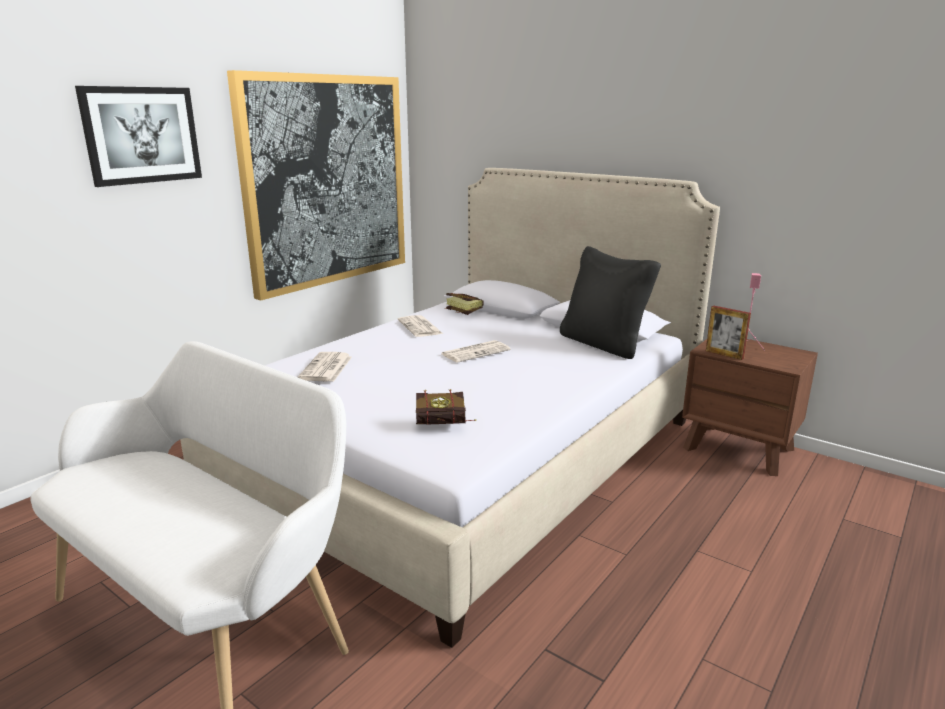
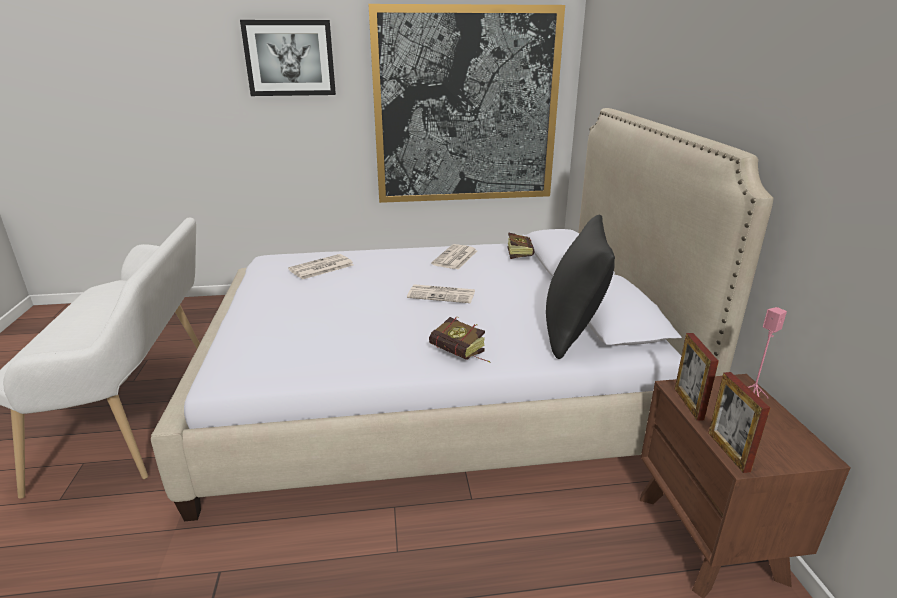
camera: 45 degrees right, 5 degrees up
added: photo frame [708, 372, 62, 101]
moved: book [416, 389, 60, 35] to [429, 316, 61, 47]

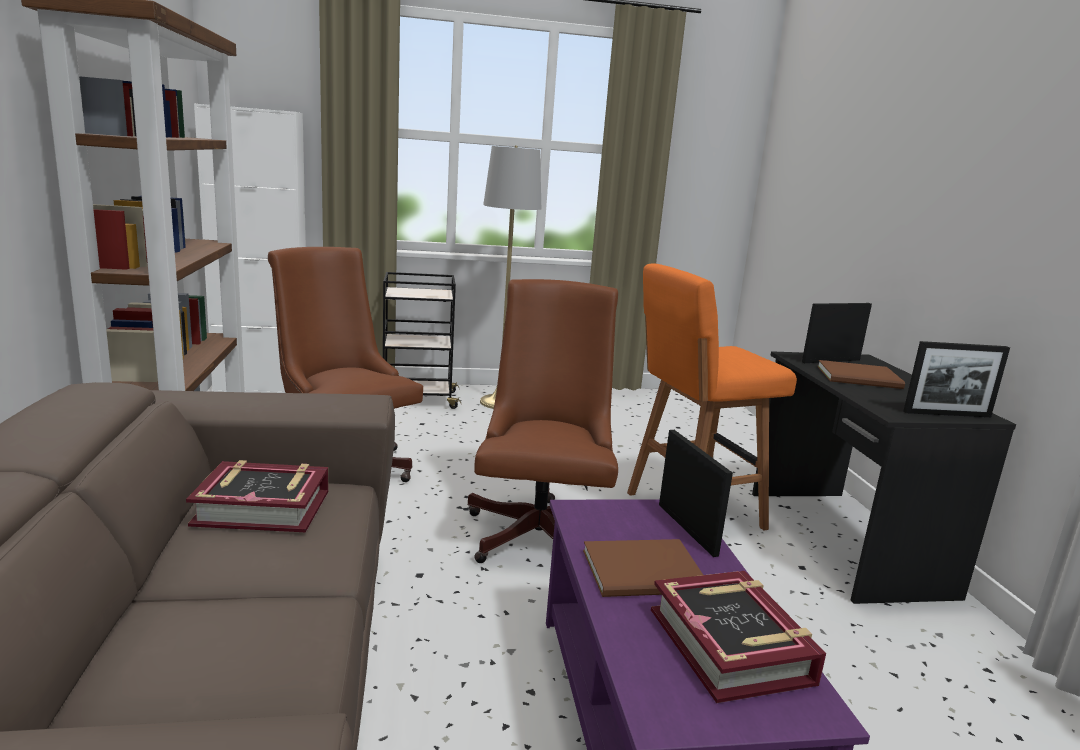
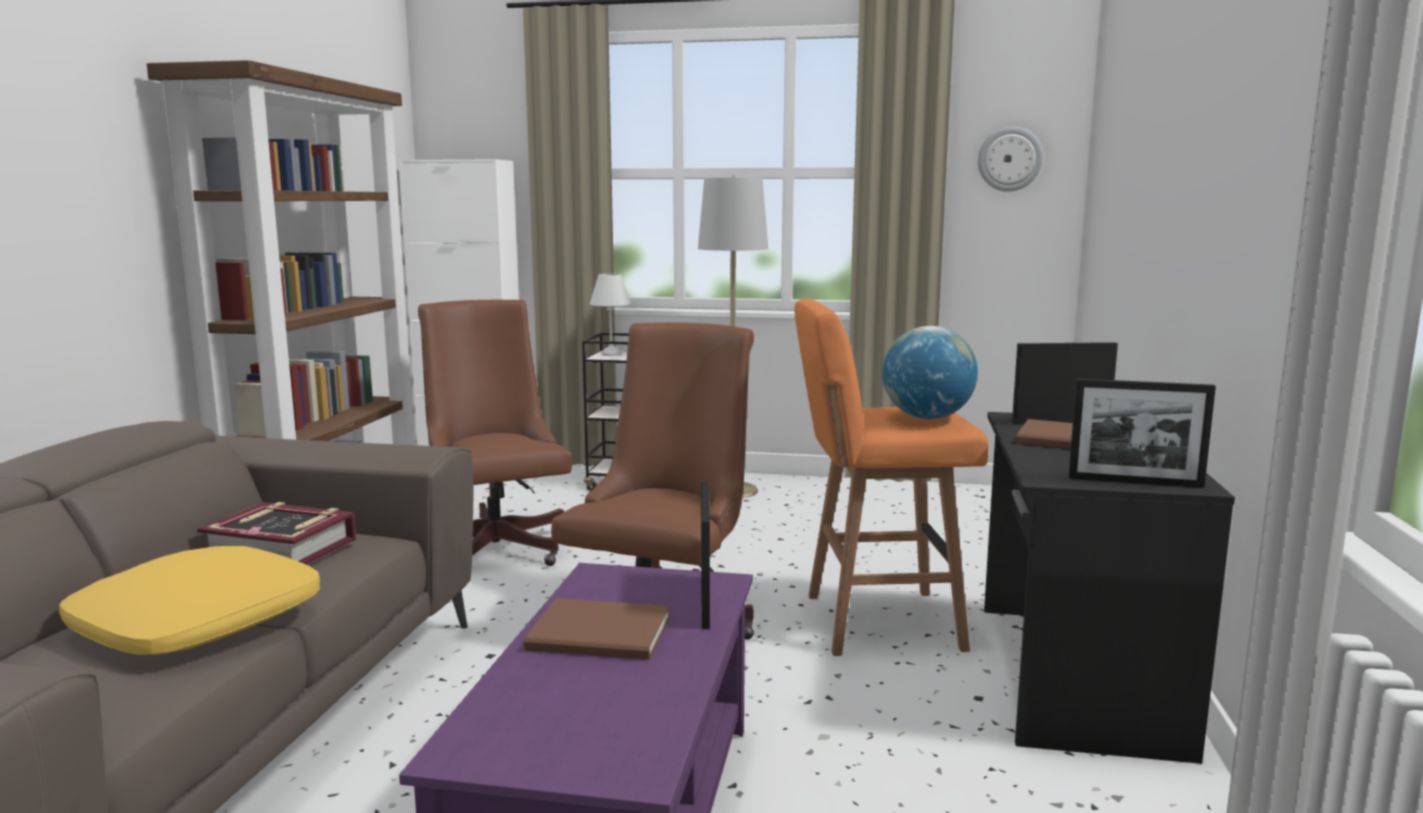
camera: 20 degrees right, 5 degrees down
removed: book [651, 571, 175, 132]
added: yellow throw pillow [59, 546, 261, 109]; white-coloured table lamp [590, 274, 41, 82]; desk globe [882, 326, 96, 93]; wall clock [978, 127, 65, 64]

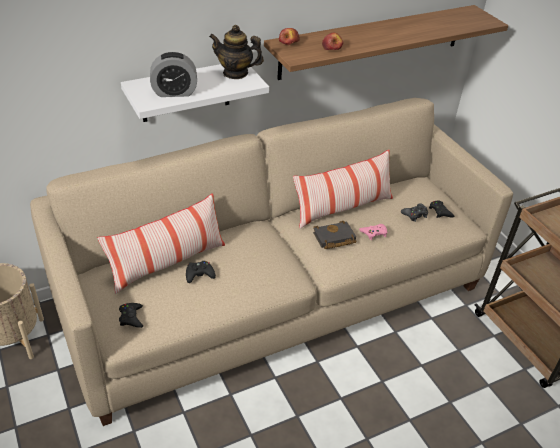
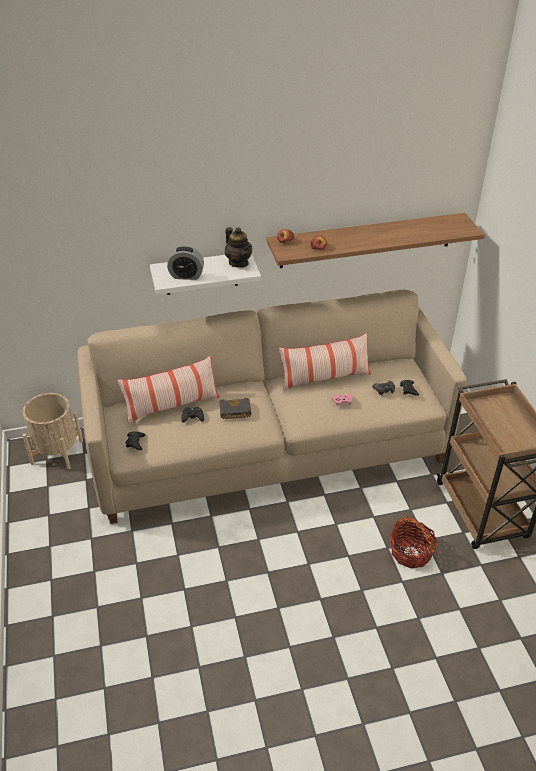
camera: 15 degrees right, 0 degrees up
added: storage basket [390, 516, 48, 53]
moved: black book [313, 221, 43, 28] to [219, 398, 32, 21]
turned: teapot [209, 25, 55, 54] = [225, 227, 27, 41] 150 degrees counterclockwise

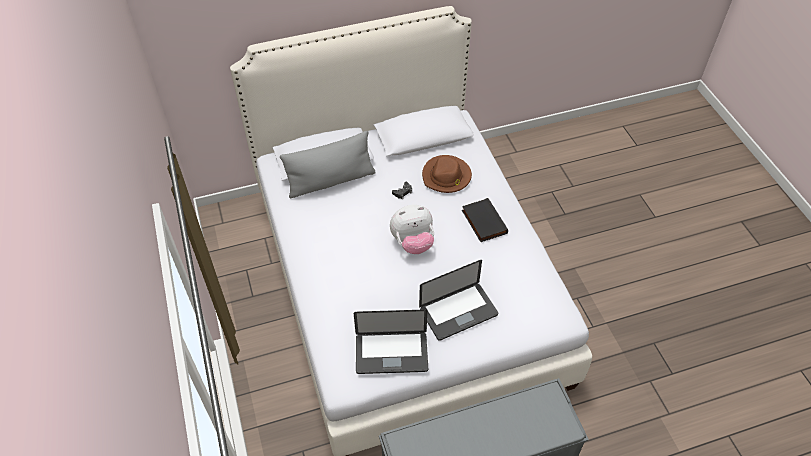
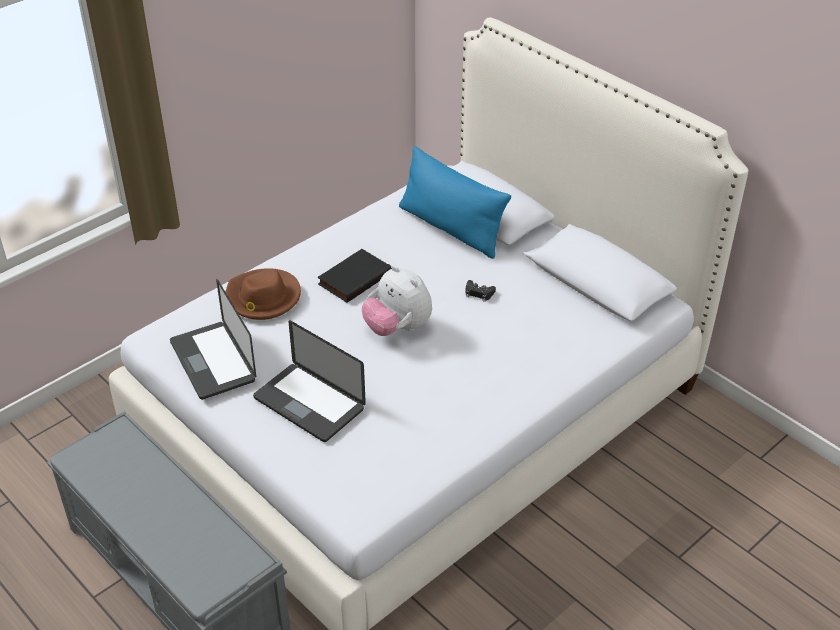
camera: 65 degrees right, 10 degrees down
moved: brown hat [422, 155, 50, 38] to [226, 268, 75, 52]; black book [462, 198, 46, 44] to [318, 249, 74, 54]
recoloured: grey throw pillow [280, 131, 96, 67] to blue throw pillow [399, 146, 112, 113]

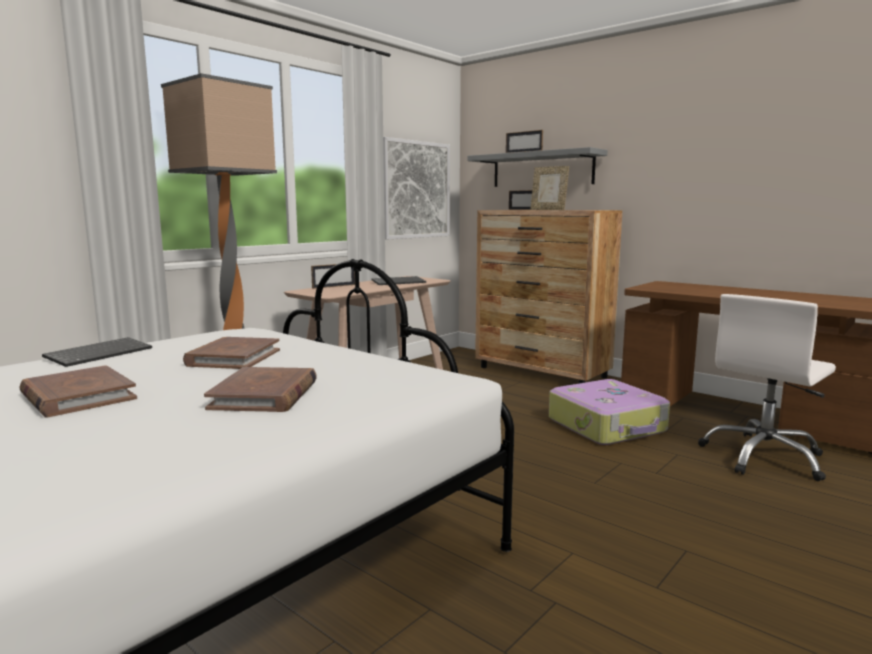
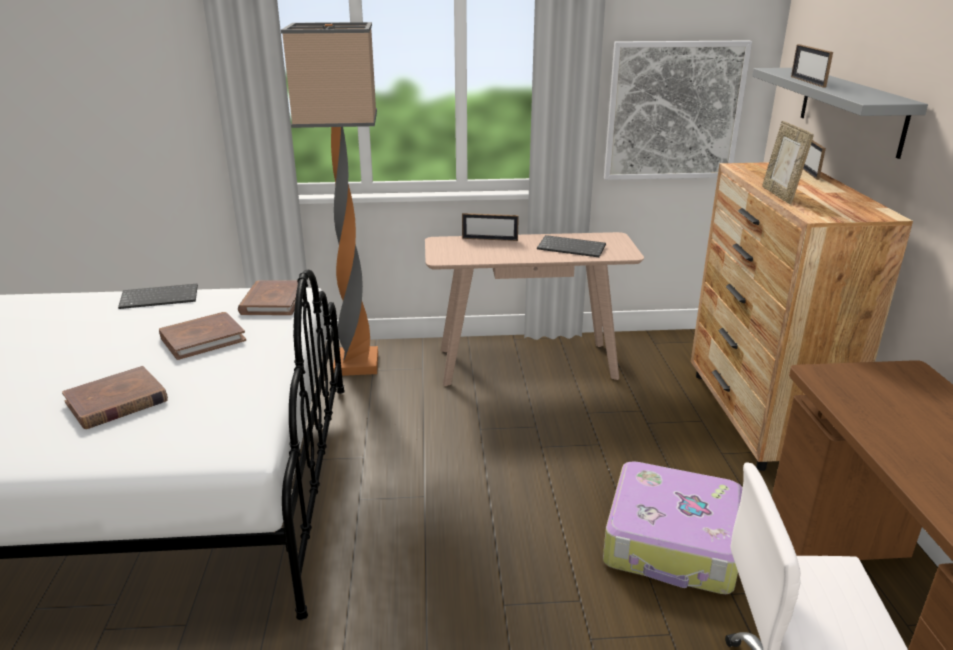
camera: 45 degrees right, 15 degrees up
moved: brown book [19, 365, 118, 53] to [238, 280, 60, 35]

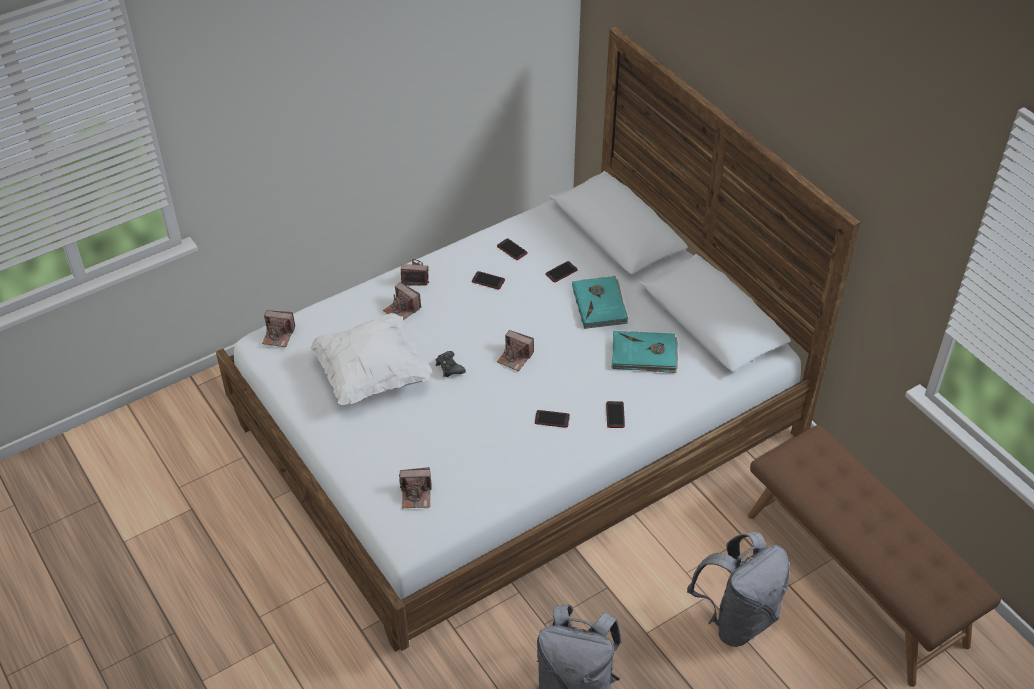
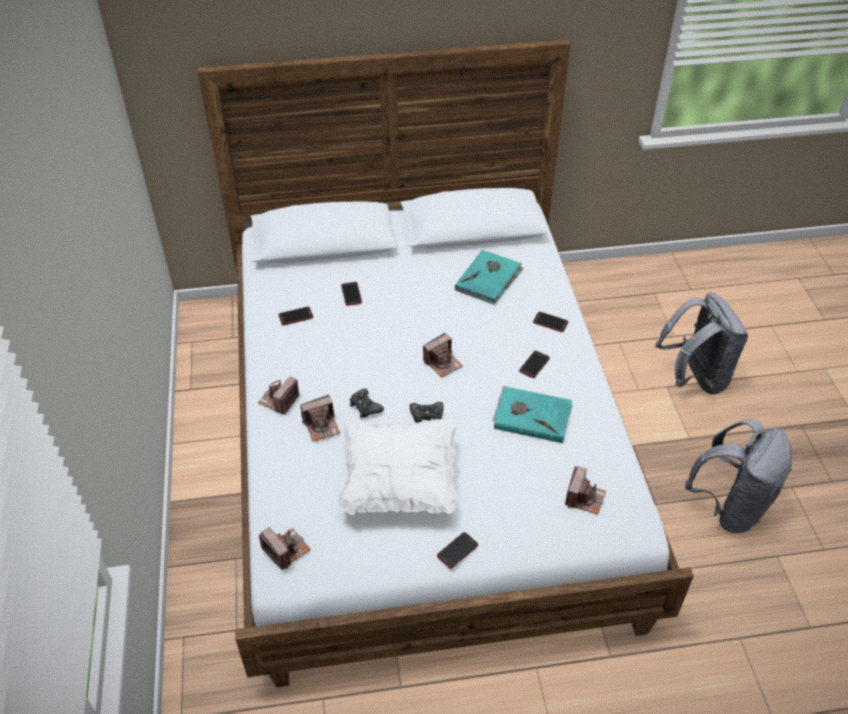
camera: 65 degrees left, 0 degrees up
removed: brown long seat [748, 425, 253, 262]
added: black game controller [350, 389, 34, 29]
moved: phone [472, 271, 33, 19] to [437, 532, 41, 37]; turquoise-coloured book [572, 276, 56, 53] to [493, 386, 80, 57]
turned: still camera [262, 310, 33, 37] = [259, 527, 52, 43] 75 degrees counterclockwise

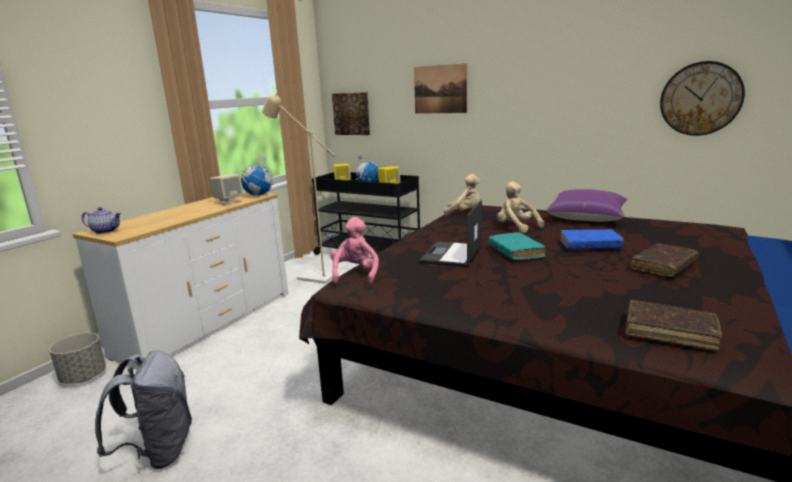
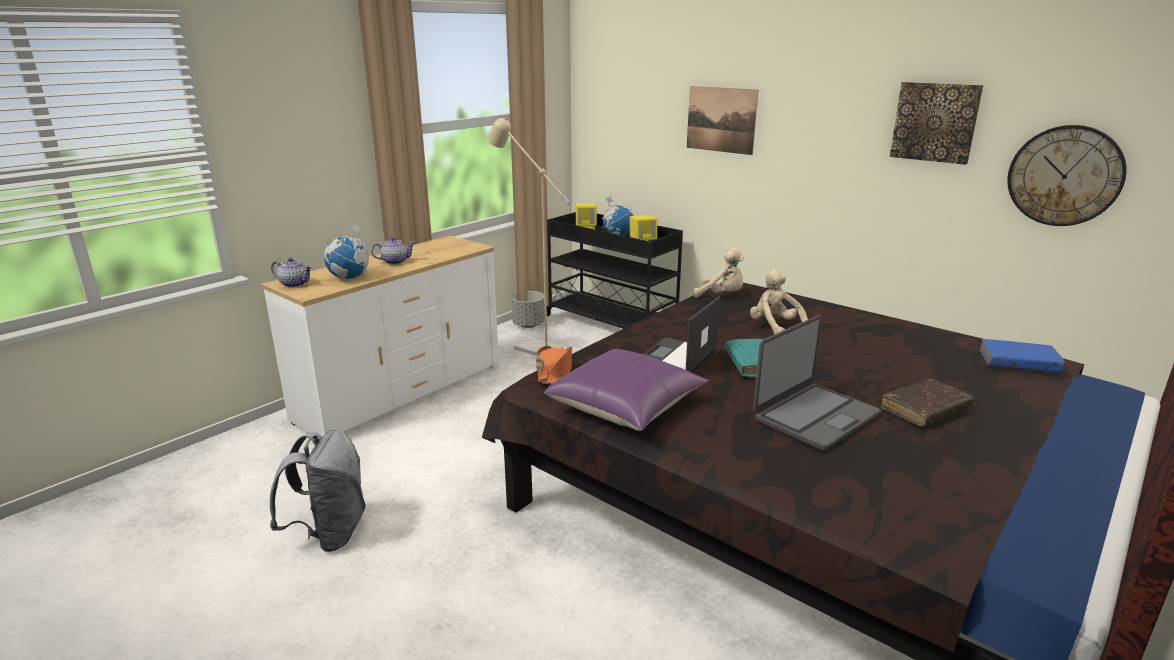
camera: 10 degrees right, 5 degrees up
removed: beige audio speaker [210, 174, 33, 31]; brown book [625, 300, 97, 52]
added: teapot [371, 237, 45, 28]; laptop [753, 315, 128, 136]
moved: desk globe [241, 155, 32, 41] to [324, 223, 47, 57]; grey plant pot [49, 333, 57, 51] to [512, 291, 33, 37]; purple-coloured throw pillow [546, 189, 82, 33] to [544, 349, 164, 82]; wall picture [332, 92, 38, 43] to [890, 82, 93, 83]; blue book [560, 229, 64, 21] to [980, 339, 85, 33]
replaced: pink plush toy [330, 217, 49, 67] to orange-coloured hat [536, 345, 36, 39]

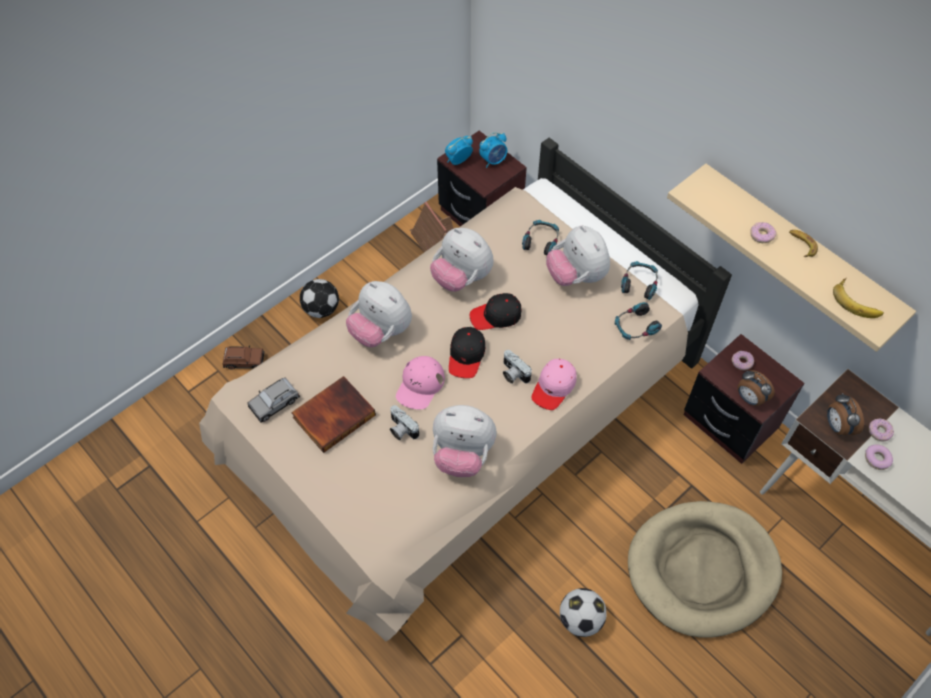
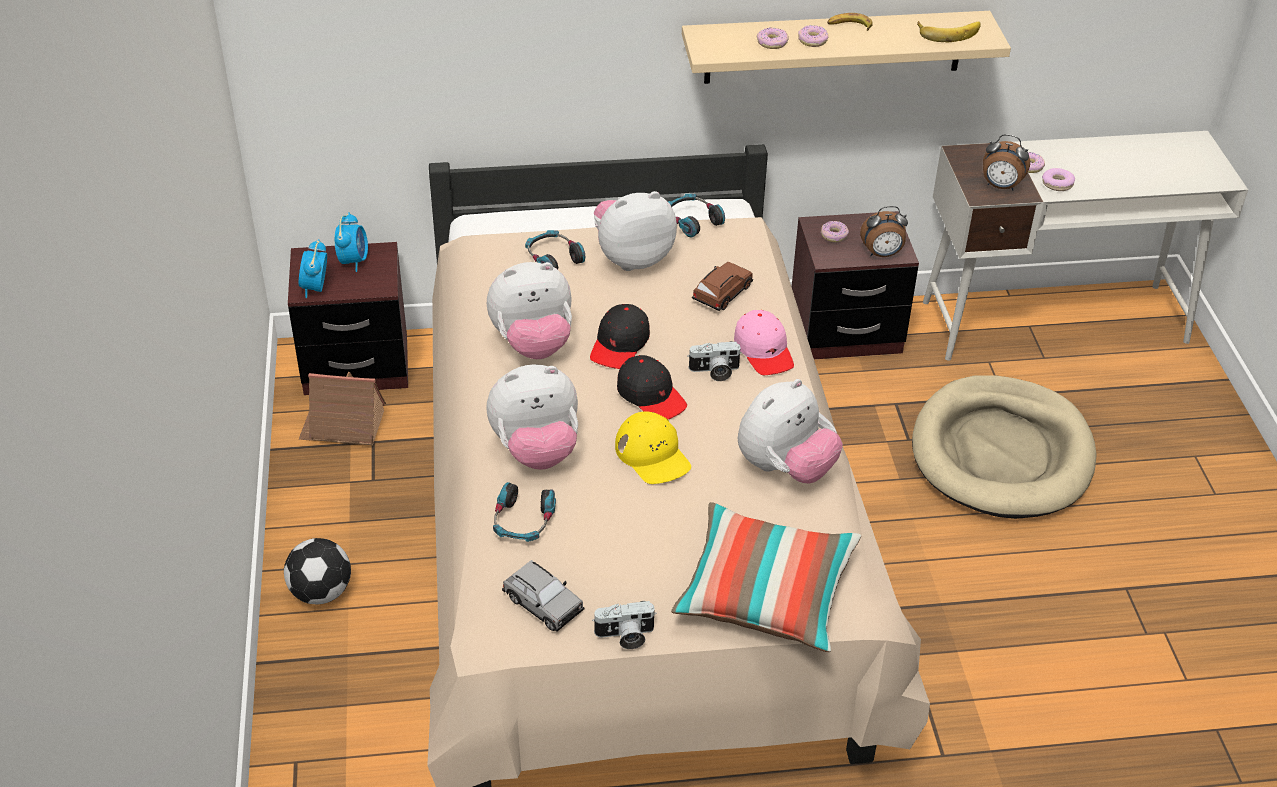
camera: 55 degrees left, 15 degrees down
removed: book [291, 376, 85, 77]; football [560, 588, 47, 49]
added: throw pillow [671, 502, 190, 150]; doughnut [757, 27, 32, 22]
moved: pair of headphones [615, 302, 47, 38] to [493, 482, 63, 60]; still camera [390, 405, 29, 35] to [592, 601, 65, 48]; brown miniature car [223, 345, 41, 25] to [692, 261, 61, 50]
recoloured: pink baseball cap [396, 356, 49, 53] to yellow baseball cap [615, 411, 76, 73]
turned: grey miniature car [248, 377, 52, 46] = [502, 560, 82, 71] 45 degrees counterclockwise; plush toy [546, 225, 64, 61] = [594, 191, 83, 80] 150 degrees clockwise

